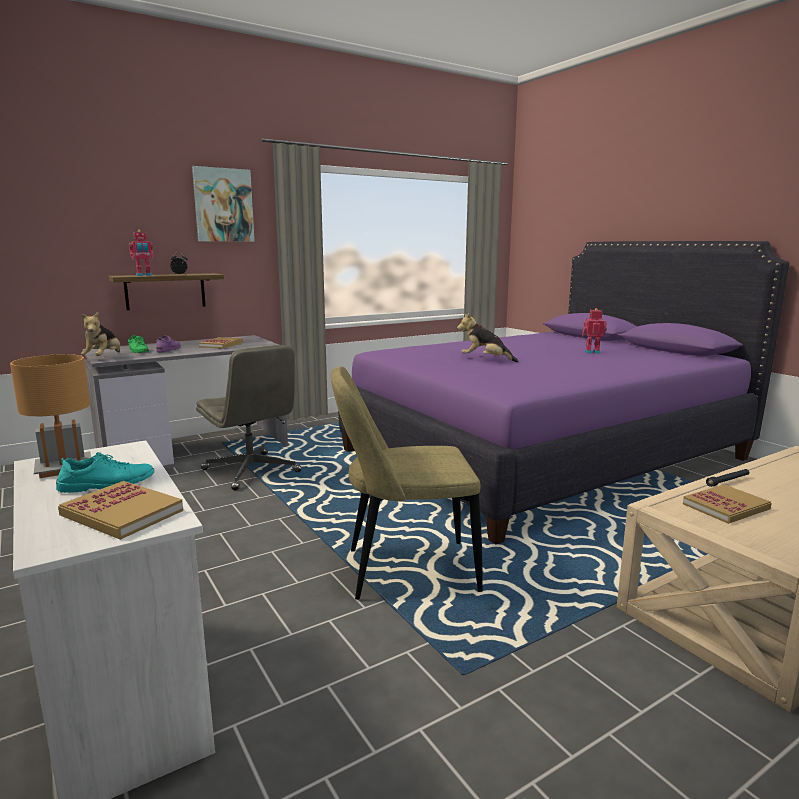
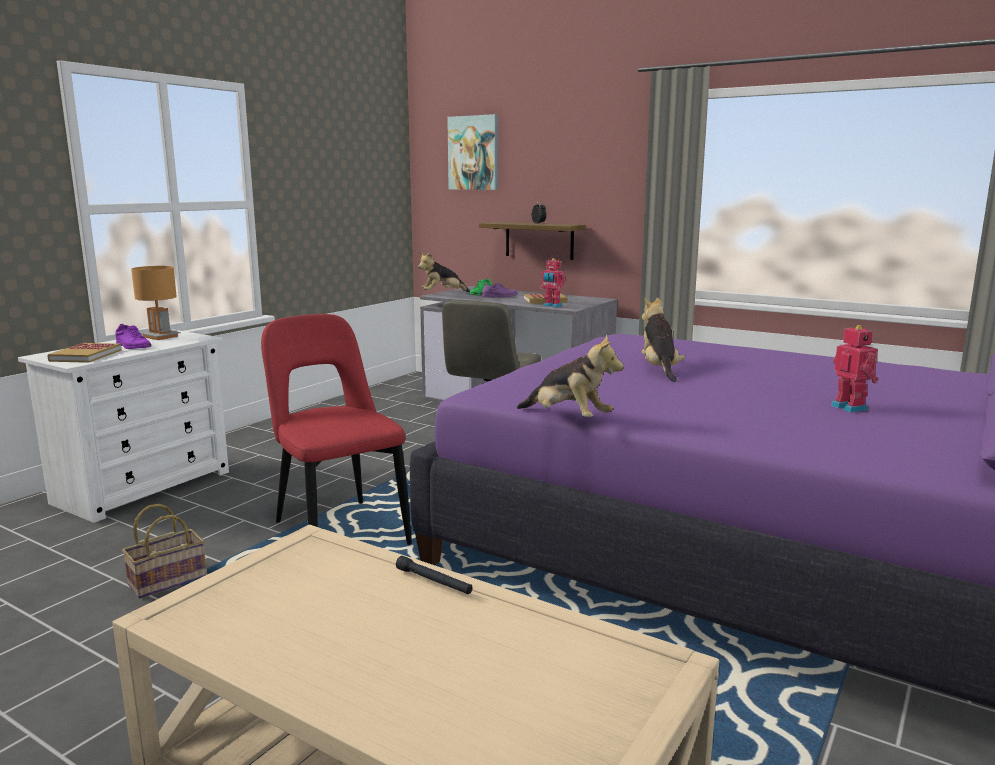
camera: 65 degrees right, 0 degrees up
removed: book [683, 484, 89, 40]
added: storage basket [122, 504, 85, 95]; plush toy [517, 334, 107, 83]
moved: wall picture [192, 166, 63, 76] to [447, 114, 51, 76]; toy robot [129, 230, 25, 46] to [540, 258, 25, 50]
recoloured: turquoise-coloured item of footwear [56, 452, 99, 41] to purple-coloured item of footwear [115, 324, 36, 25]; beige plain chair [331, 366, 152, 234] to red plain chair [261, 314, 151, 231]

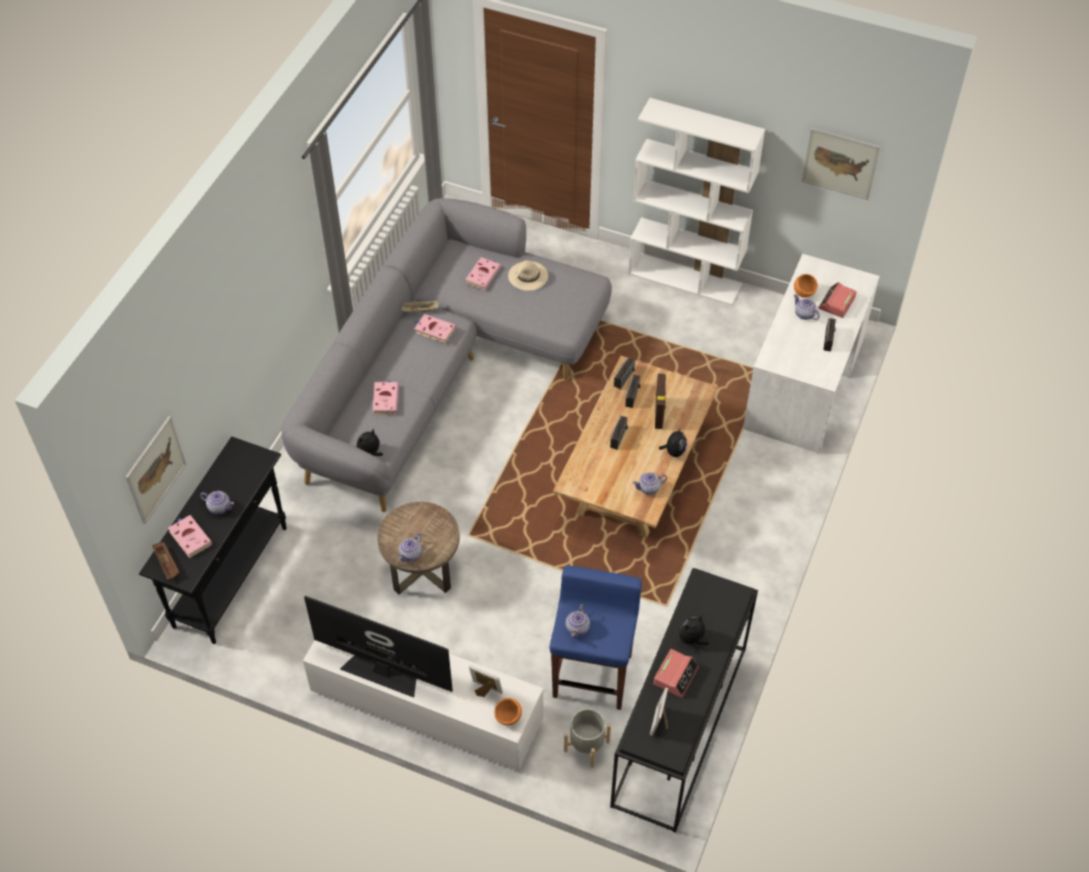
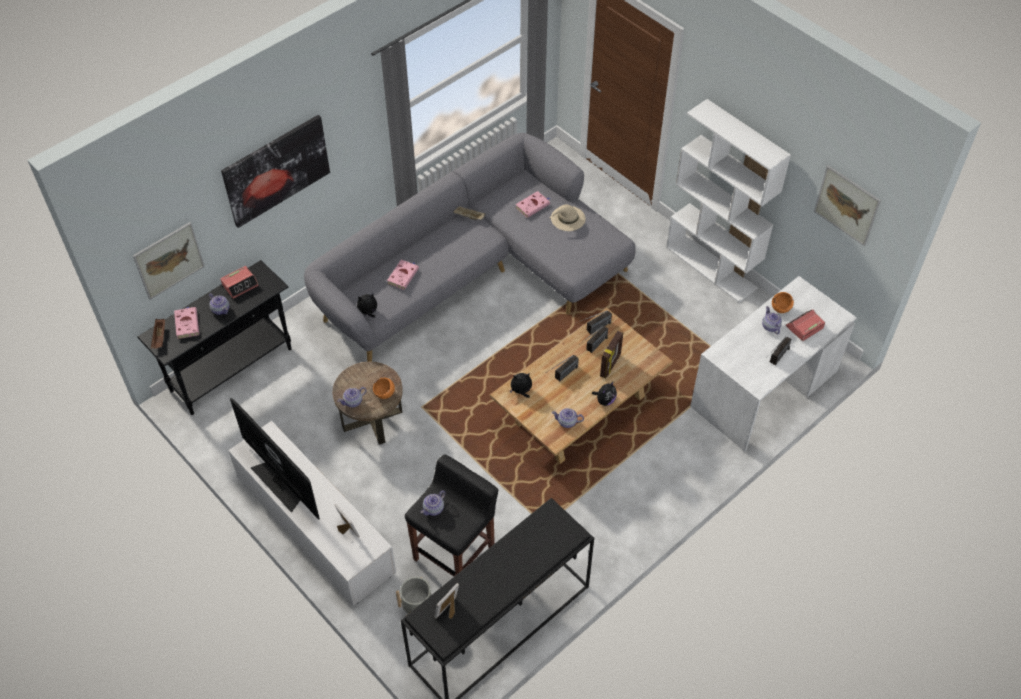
camera: 25 degrees right, 0 degrees up
removed: pink book [414, 314, 42, 30]
added: wall picture [221, 115, 109, 113]
moved: alarm clock [653, 649, 46, 49] to [220, 266, 39, 33]; orange-coloured deep dish [494, 698, 28, 28] to [373, 378, 22, 21]; plush toy [679, 615, 30, 32] to [510, 373, 22, 25]
recoloured: blue stool [550, 566, 92, 144] to black stool [405, 454, 93, 122]

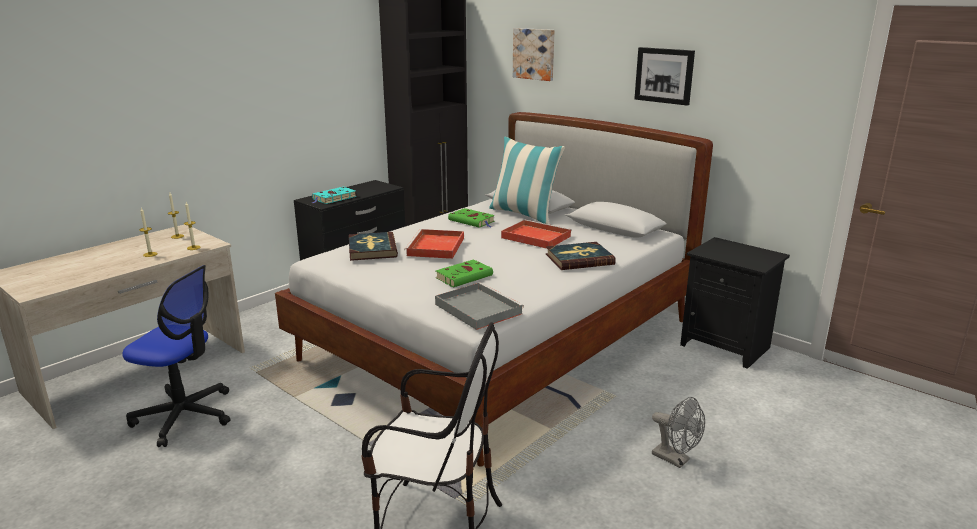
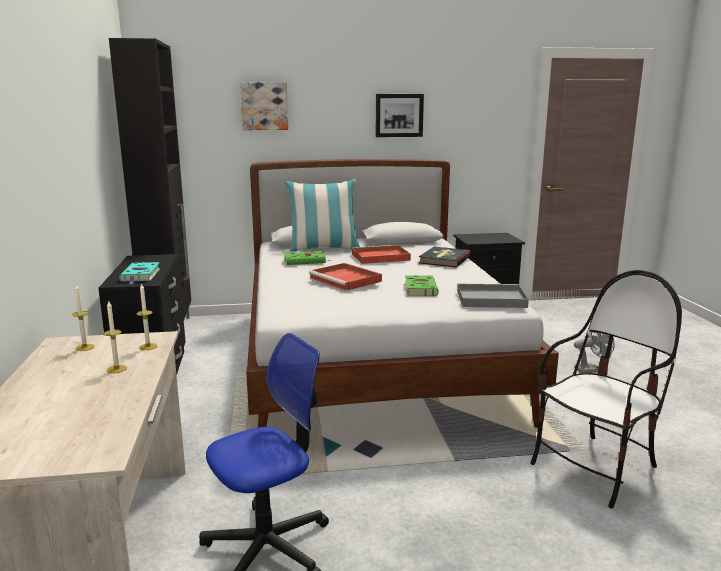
camera: 50 degrees left, 5 degrees down
removed: book [349, 232, 49, 29]

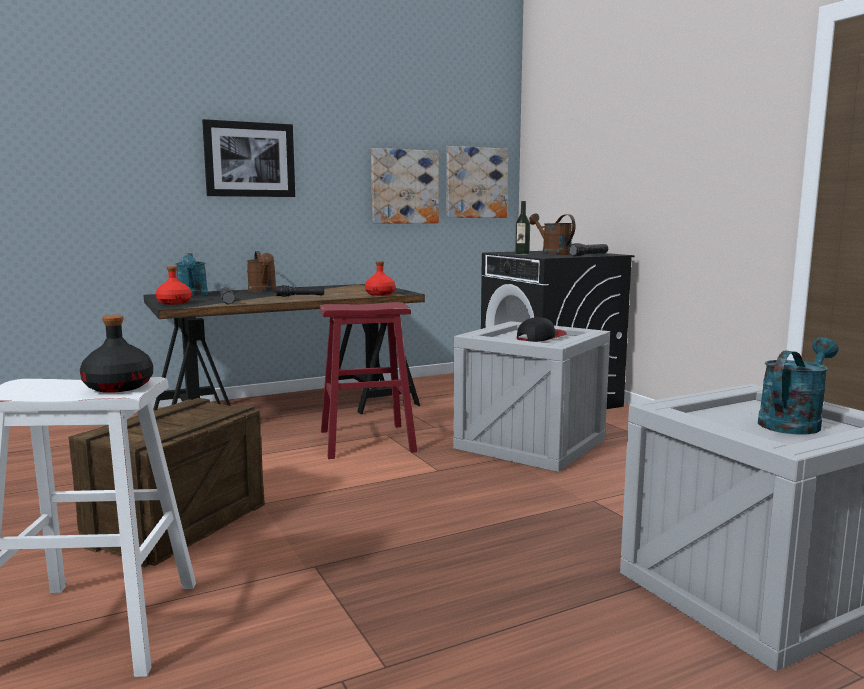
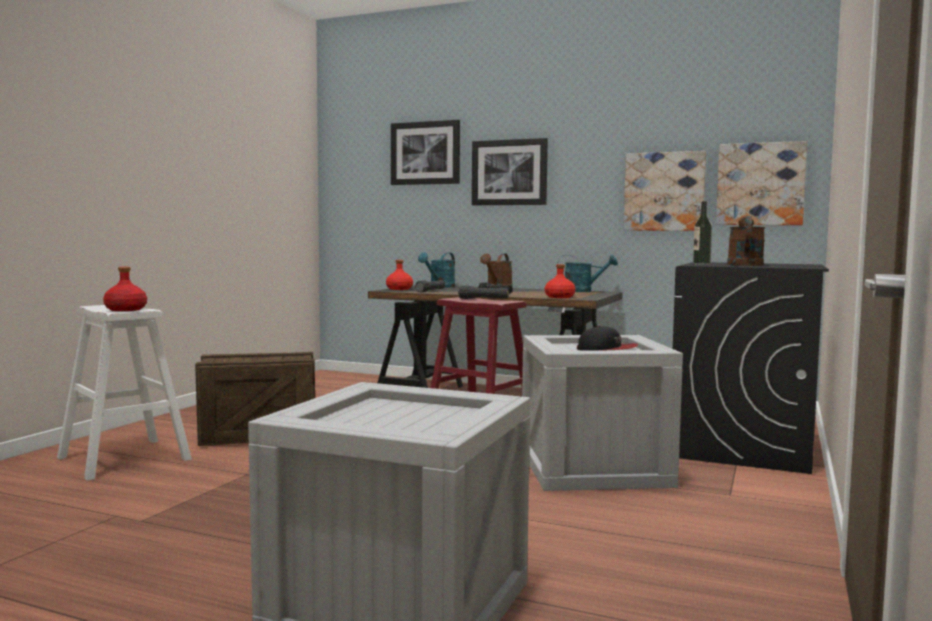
camera: 50 degrees right, 5 degrees down
added: wall picture [391, 120, 69, 65]
moved: black hand torch [568, 243, 40, 13] to [458, 285, 51, 14]; turquoise-coloured sprinkling can [758, 337, 81, 97] to [557, 255, 61, 37]
recoloured: black drink bottle [80, 315, 73, 78] to red drink bottle [103, 267, 44, 44]

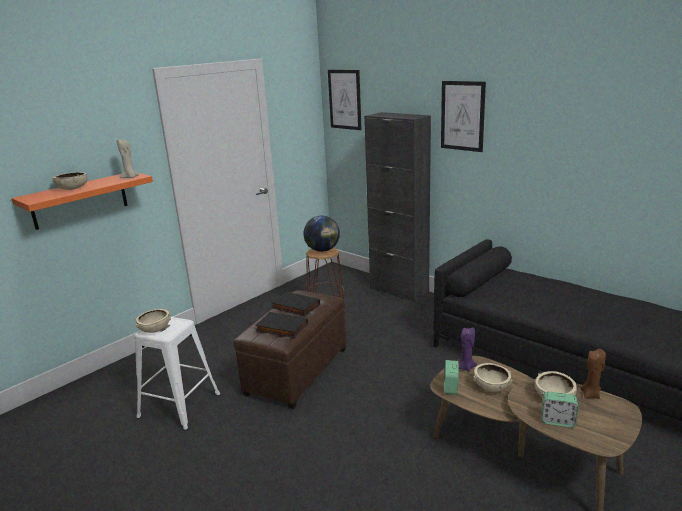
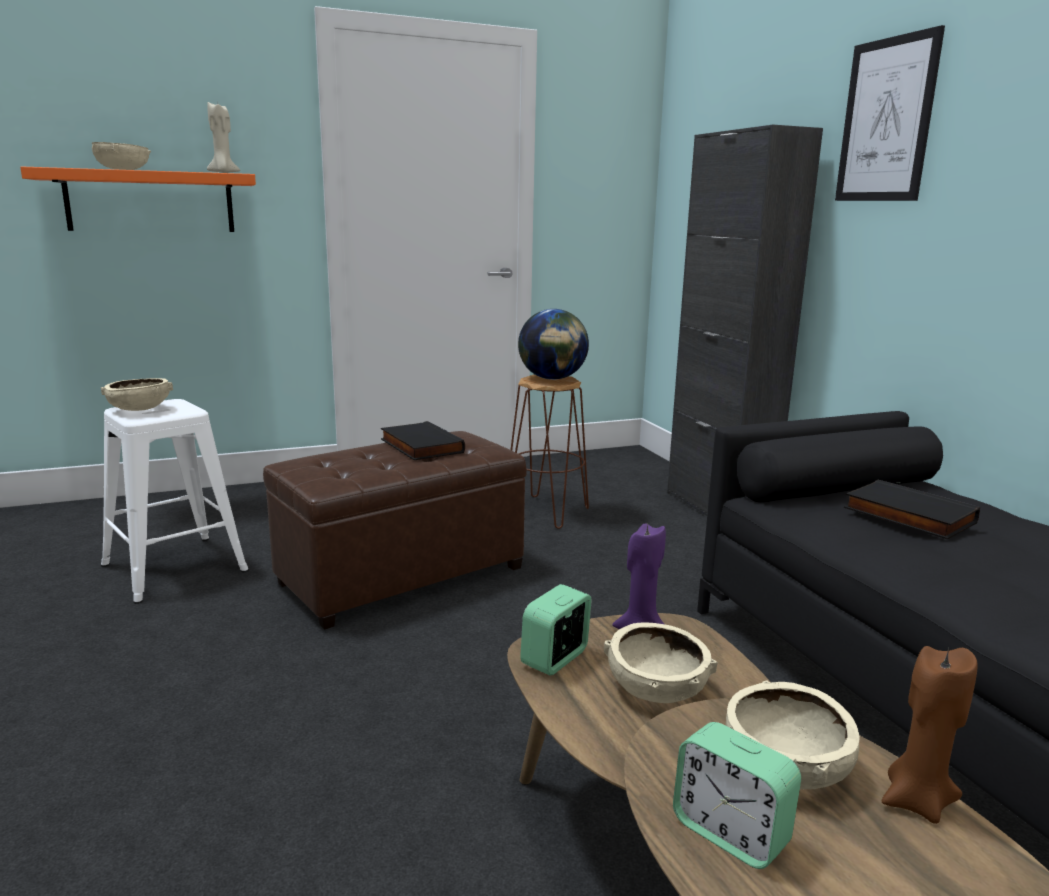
camera: 25 degrees right, 5 degrees down
removed: wall picture [328, 70, 34, 60]
moved: black book [255, 312, 53, 26] to [844, 480, 136, 60]

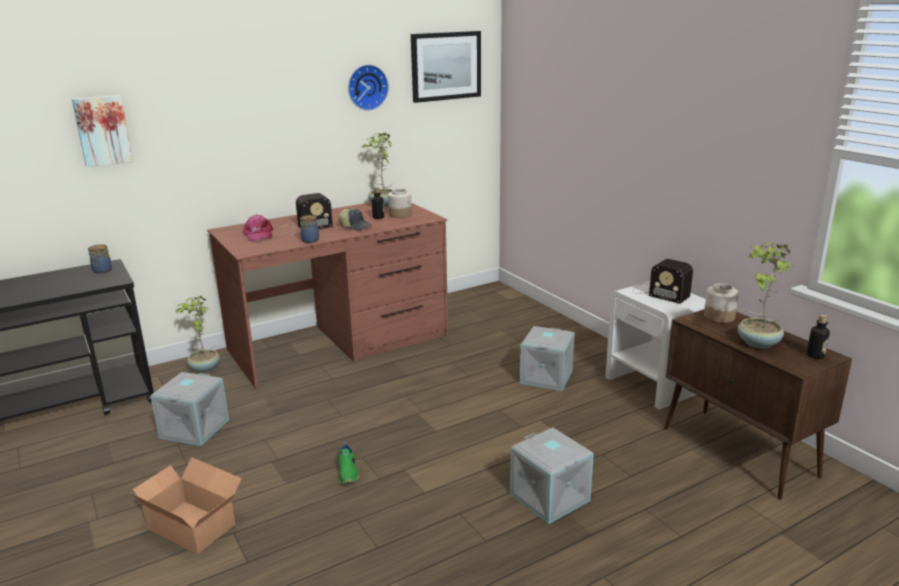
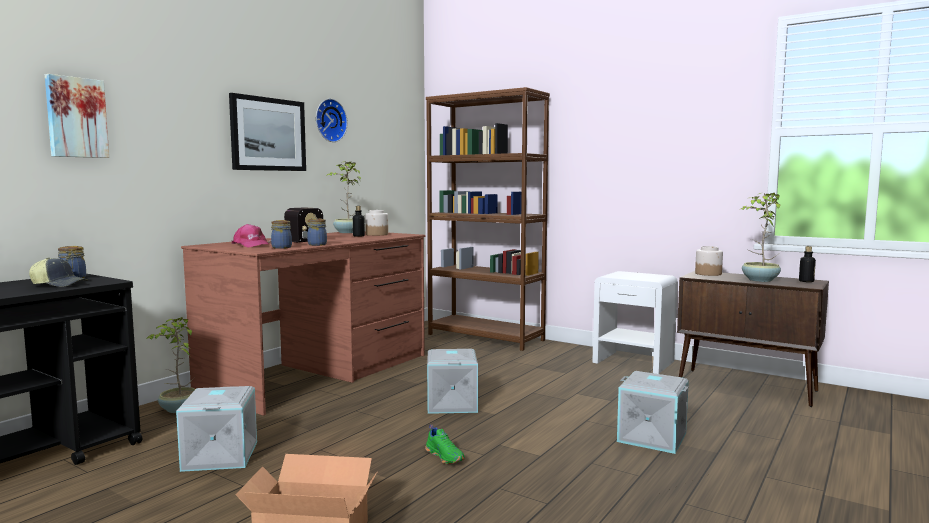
camera: 25 degrees left, 15 degrees down
removed: radio [633, 259, 60, 45]
added: storage jar [271, 220, 21, 29]; brown bookshelf [426, 87, 124, 264]
moved: baseball cap [339, 208, 34, 23] to [29, 257, 59, 30]; wall picture [411, 31, 70, 72] to [229, 93, 77, 78]; grey storage box [520, 326, 55, 65] to [427, 349, 51, 65]

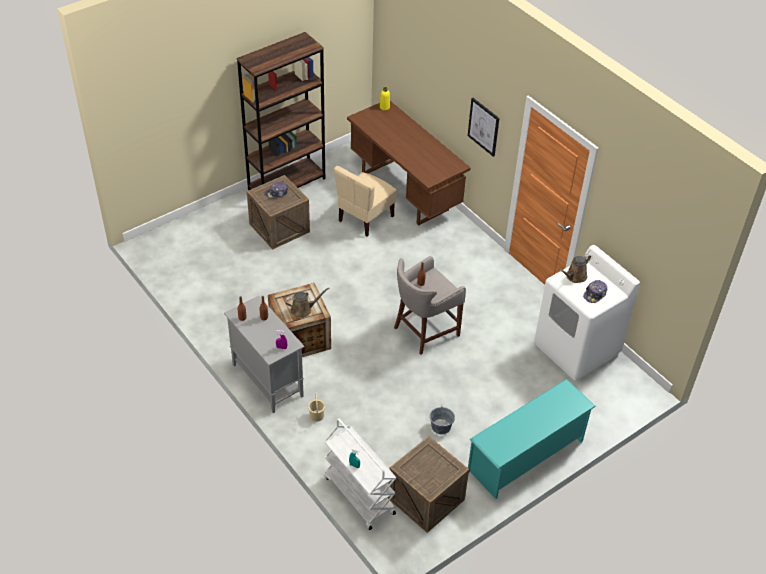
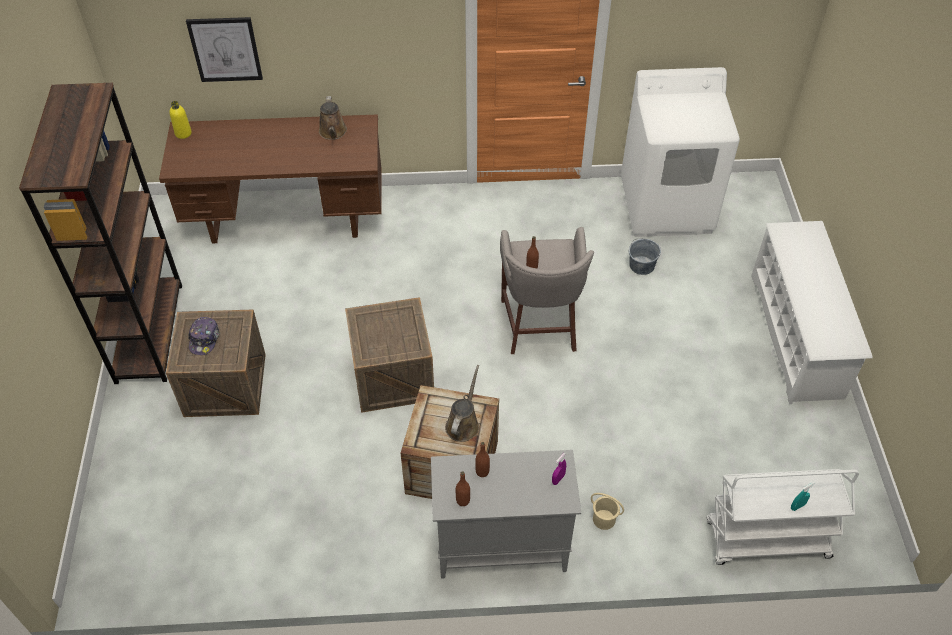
camera: 55 degrees left, 5 degrees up
removed: beige plain chair [334, 166, 62, 71]; baseball cap [583, 280, 24, 23]
moved: wall picture [468, 98, 31, 59] to [186, 17, 77, 65]; brown sprinkling can [559, 254, 32, 29] to [319, 96, 28, 44]; shipping crate [388, 436, 81, 97] to [345, 297, 89, 116]; grey bucket [429, 404, 26, 30] to [629, 238, 32, 37]
recoloured: turquoise-coloured shoe stand [468, 379, 128, 120] to white-coloured shoe stand [751, 221, 122, 183]

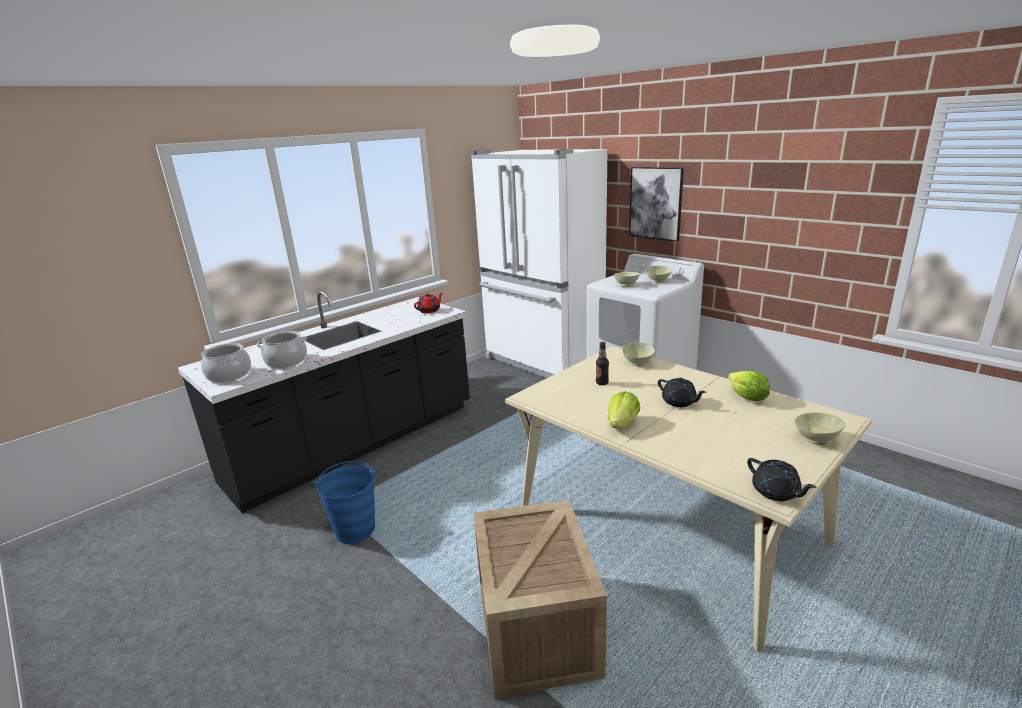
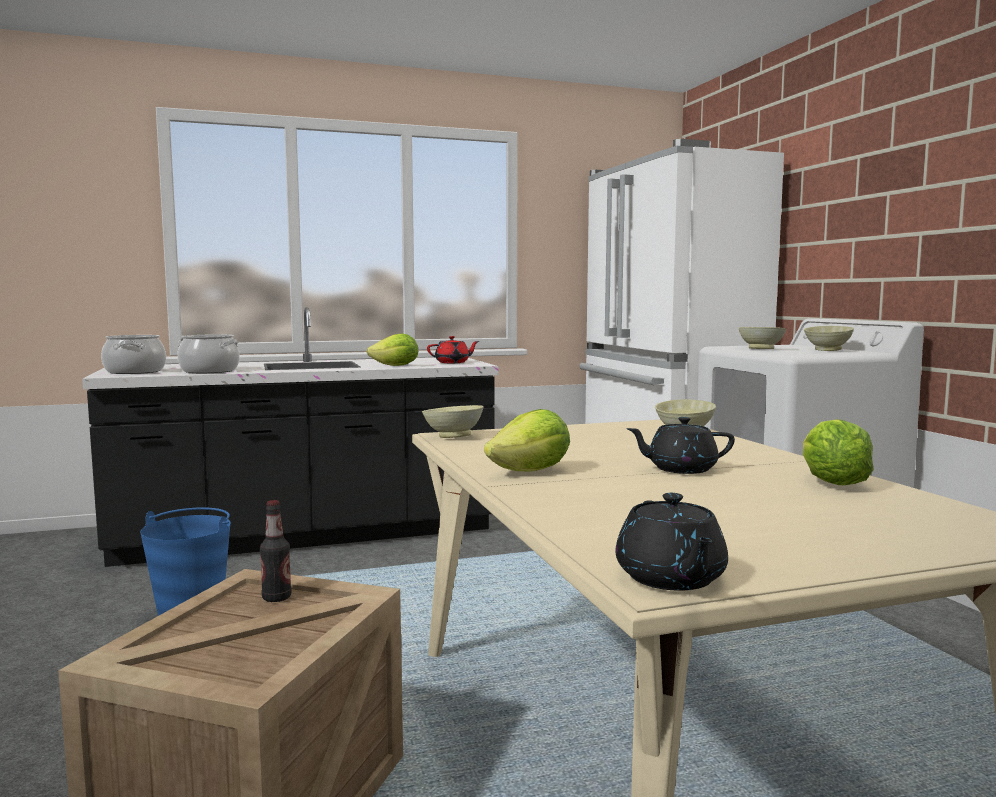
camera: 25 degrees right, 15 degrees down
removed: wall picture [629, 167, 55, 75]
added: head of lettuce [367, 334, 51, 32]
moved: drink bottle [596, 342, 13, 43] to [260, 500, 32, 102]; beige deep dish [794, 412, 51, 33] to [422, 405, 62, 33]
turned: black teapot [658, 378, 48, 29] = [626, 417, 109, 57] 105 degrees clockwise

